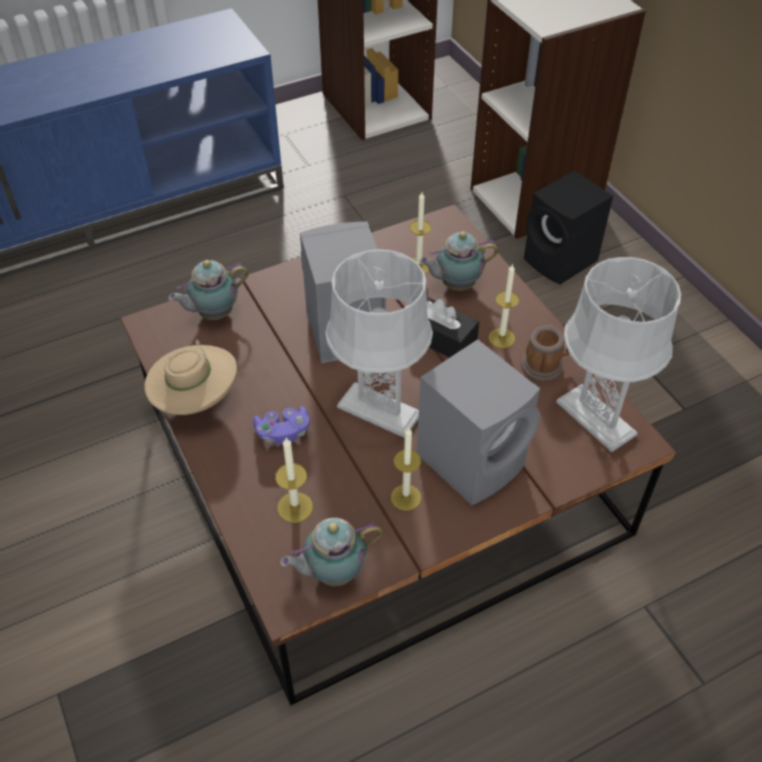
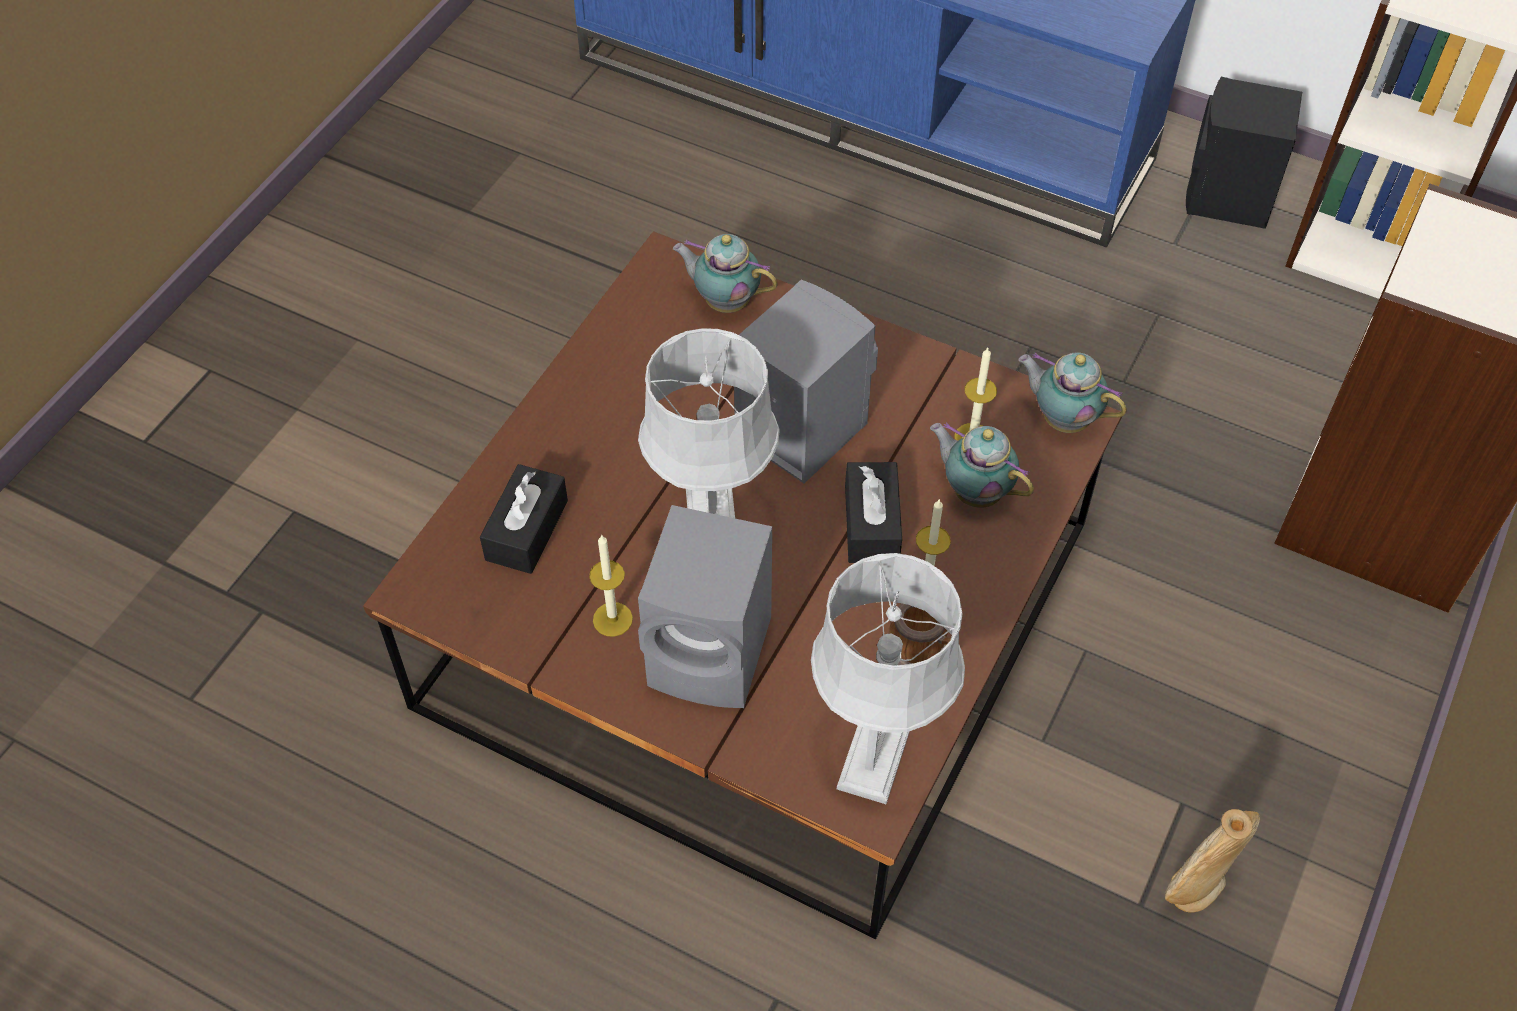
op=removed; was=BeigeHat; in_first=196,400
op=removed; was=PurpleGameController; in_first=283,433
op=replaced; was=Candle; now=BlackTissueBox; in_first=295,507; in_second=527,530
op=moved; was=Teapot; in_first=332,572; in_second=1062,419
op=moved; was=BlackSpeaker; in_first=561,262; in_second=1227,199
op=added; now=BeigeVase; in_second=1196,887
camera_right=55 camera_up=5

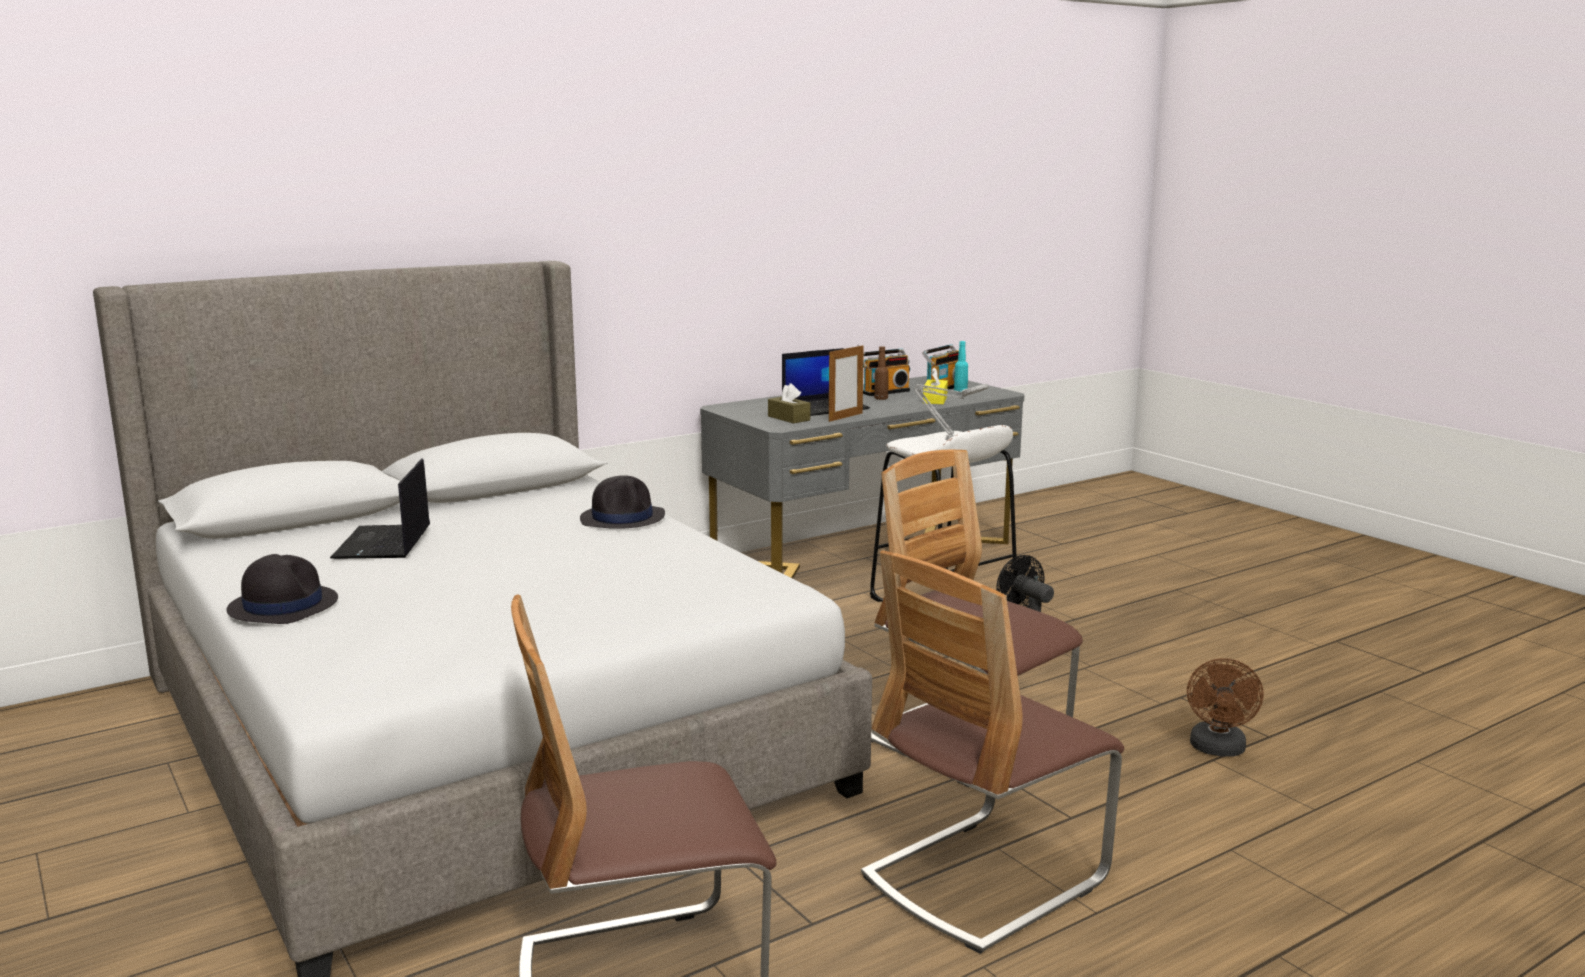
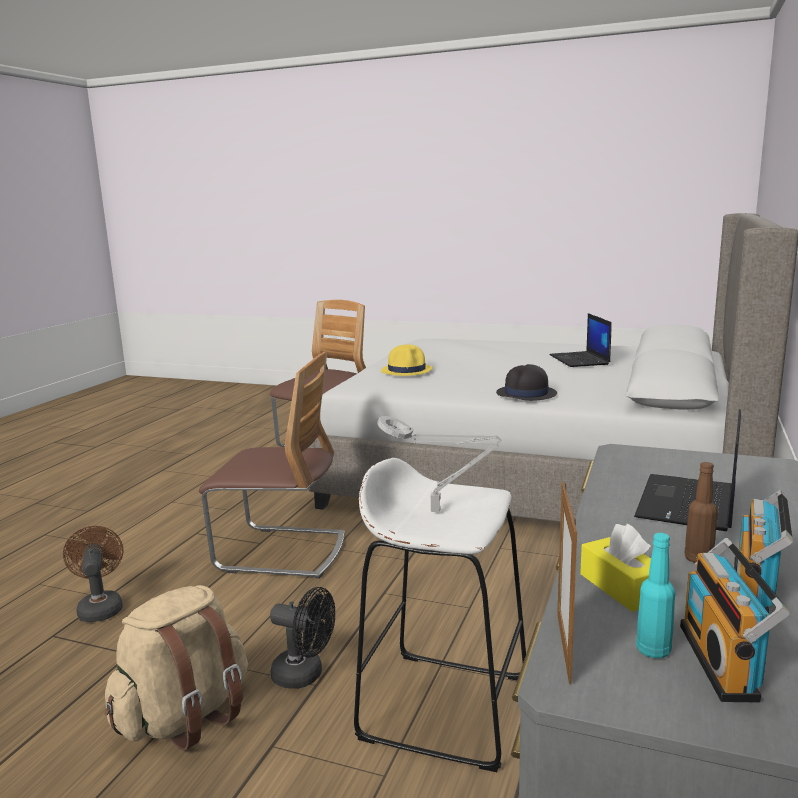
op=removed; was=BlackHat; in_first=283,605
op=turned; was=Laptop; in_first=383,543; in_second=580,360; clockwise=-150
op=removed; was=BrownTissueBox; in_first=789,418
op=moved; was=PictureFrame; in_first=845,417; in_second=564,647
op=removed; was=Chair; in_first=984,879
op=added; now=BeigeBackpack; in_second=185,717
op=added; now=YellowHat; in_second=407,370
camera_right=145 camera_up=0

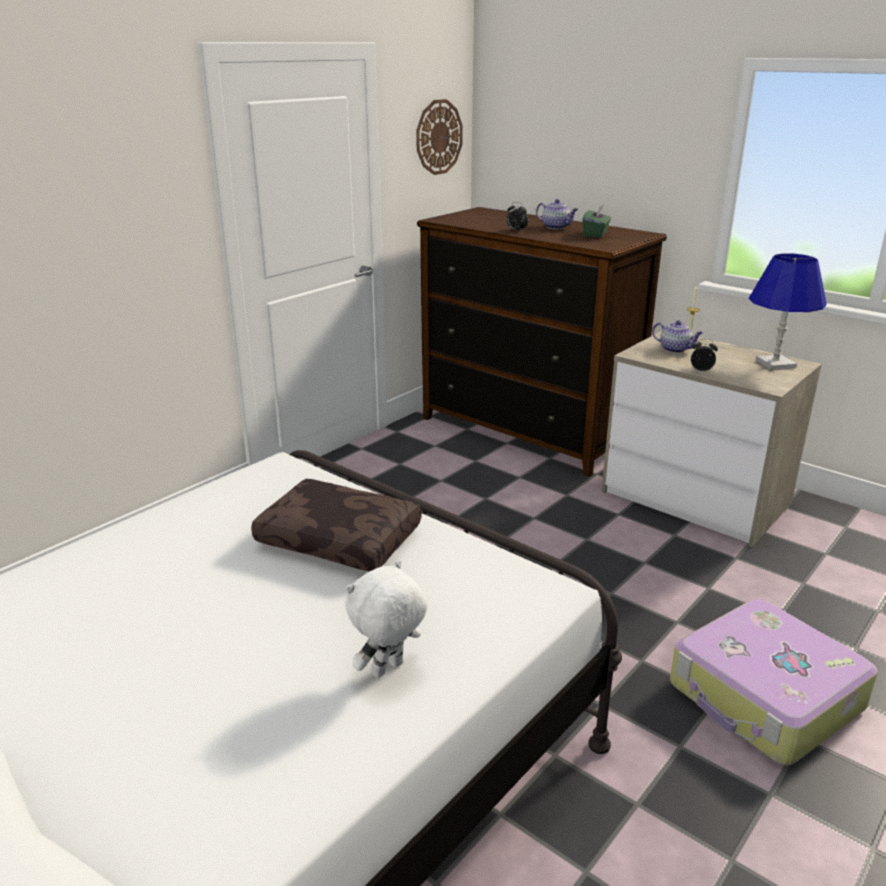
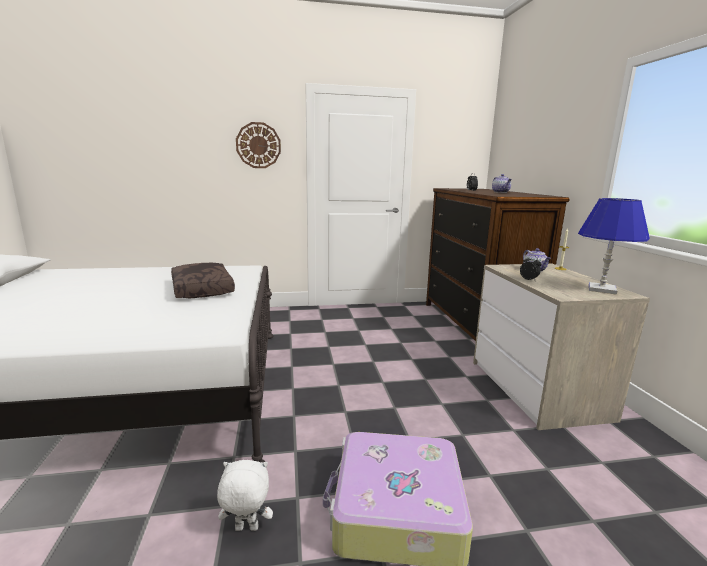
op=moved; was=WhitePlushToy; in_first=388,670; in_second=246,529
op=moved; was=WallClock; in_first=438,137; in_second=258,145
op=removed; was=GreenTissueBox; in_first=595,234
camera_right=40 camera_up=-10

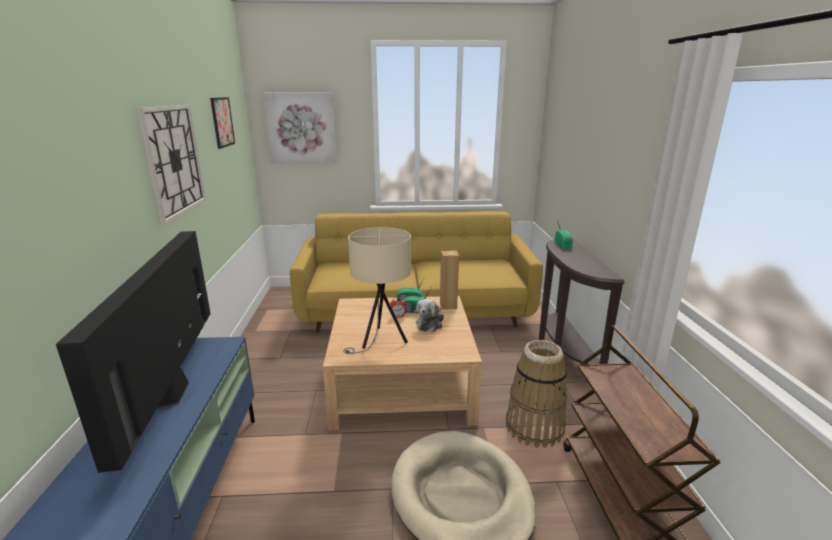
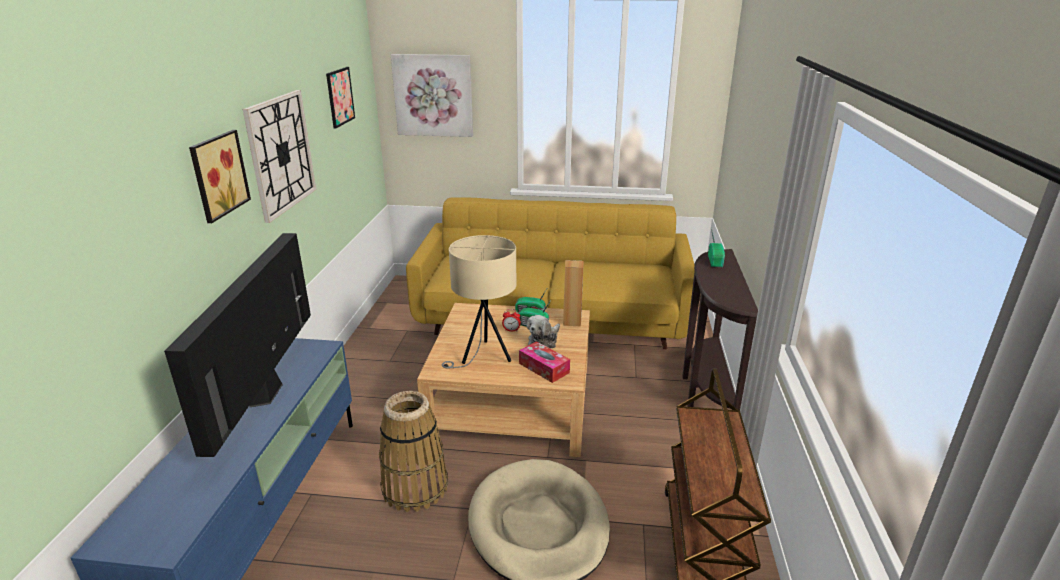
op=moved; was=Basket; in_first=534,427; in_second=415,487
op=added; now=Picture; in_second=217,175
op=added; now=TissueBox; in_second=544,368
camera_right=10 camera_up=5

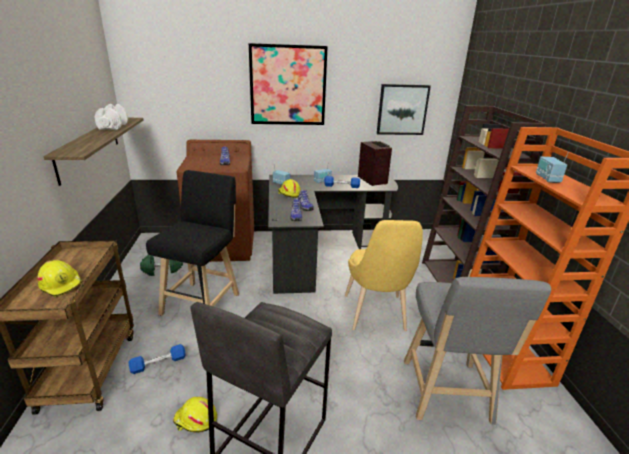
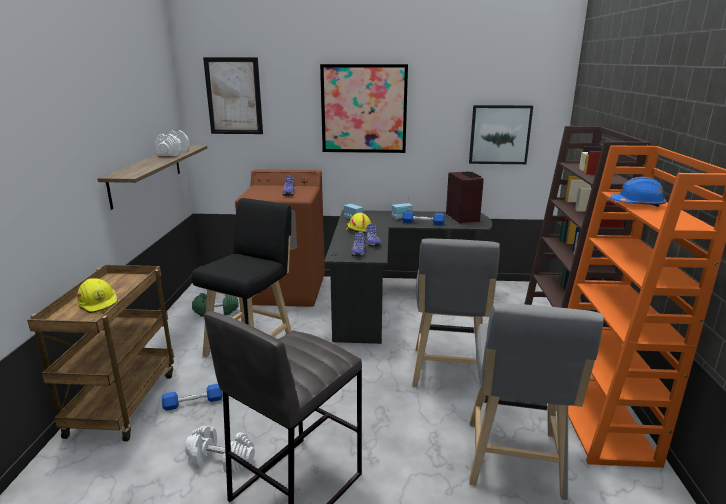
op=replaced; was=YellowHardHat; now=WhiteDumbbell; in_first=195,420; in_second=220,460
op=replaced; was=YellowChair; now=GreyStool; in_first=376,316; in_second=448,373
op=replaced; was=Radio; now=BlueHardHat; in_first=547,179; in_second=637,204
op=added; now=Picture; in_second=234,96
camera_right=10 camera_up=-5

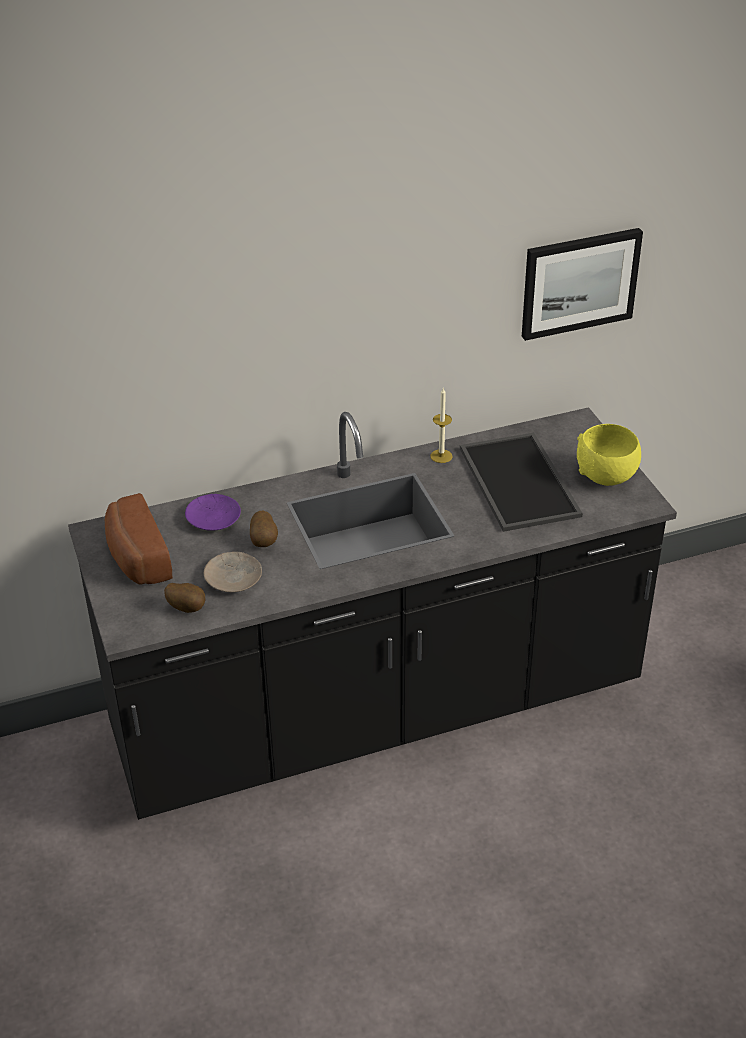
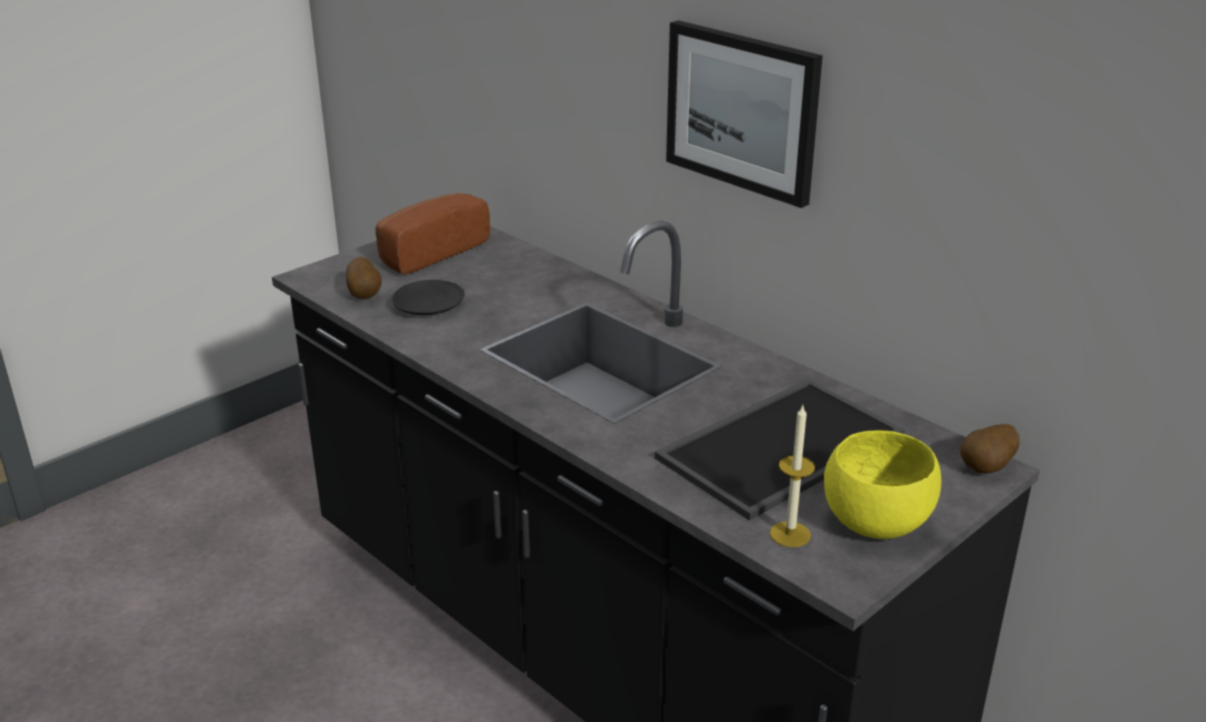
op=removed; was=PurplePlate; in_first=213,518
op=recoloured; was=BeigePlate; now=BlackPlate; in_first=233,577; in_second=430,306
op=moved; was=Potato; in_first=264,541; in_second=987,469
op=moved; was=Candle; in_first=441,456; in_second=790,534
op=moved; was=Picture; in_first=579,282; in_second=742,111
camera_right=65 camera_up=-10

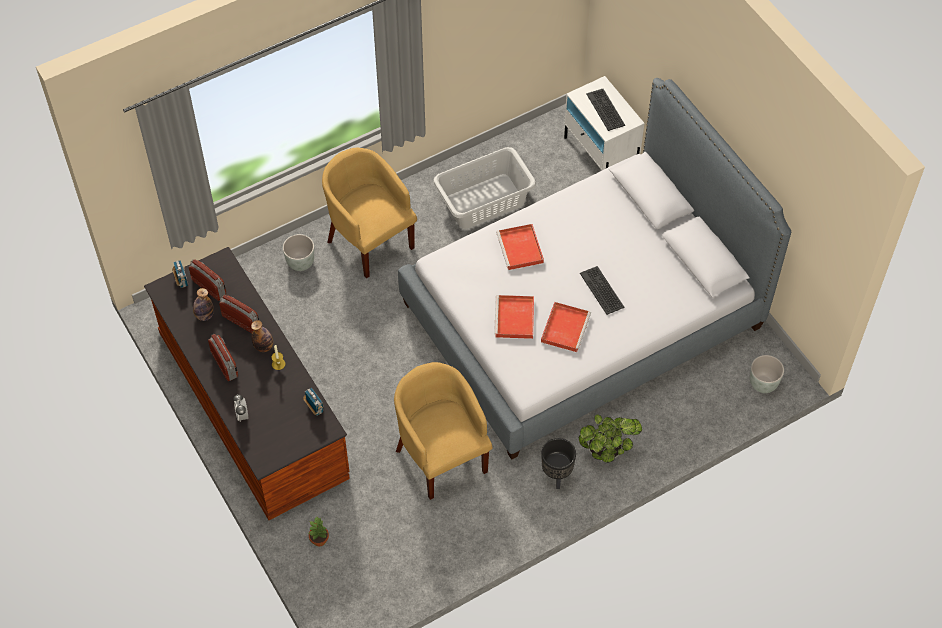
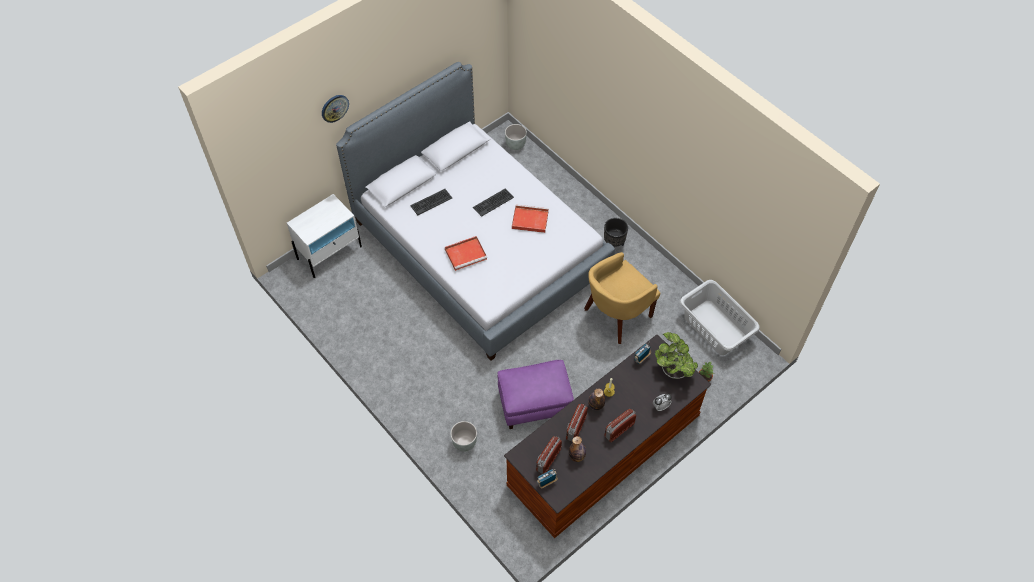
op=removed; was=YellowArmchair; in_first=369,240
op=moved; was=GreyLaundryBasket; in_first=483,201; in_second=715,328
op=removed; was=RedTray; in_first=515,319
op=moved; was=PottedPlant; in_first=607,450; in_second=673,369
op=moved; was=Keyboard; in_first=606,109; in_second=431,202
op=added; now=WallClock; in_second=334,108
op=added; now=PurpleOttoman; in_second=534,404
camera_right=-100 camera_up=0

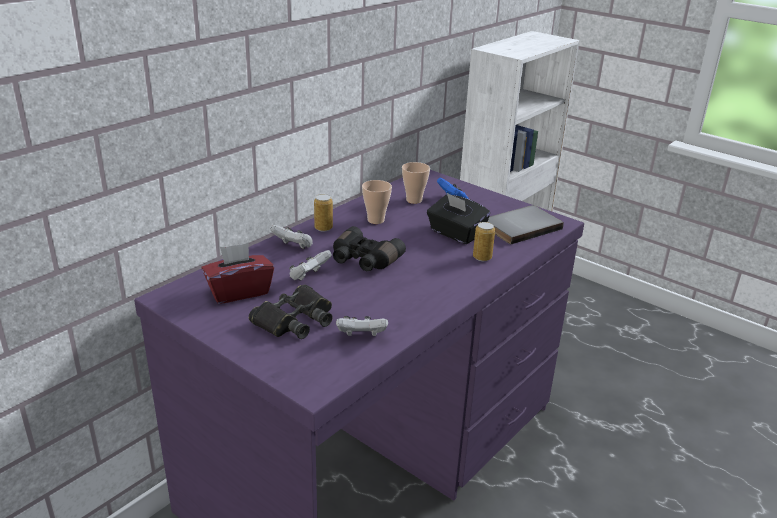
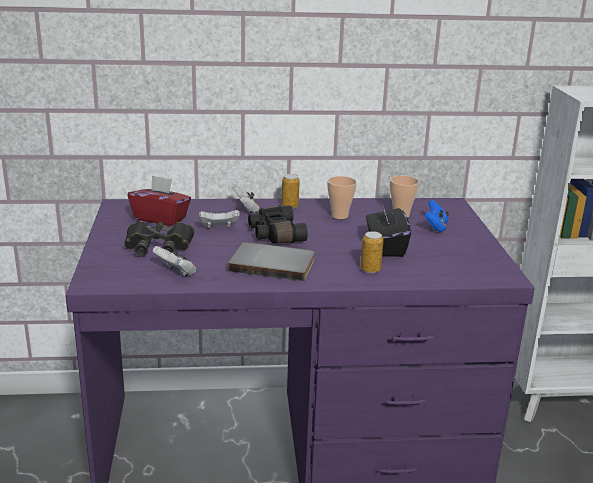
op=moved; was=GreyBook; in_first=520,226; in_second=273,264
camera_right=45 camera_up=-5

